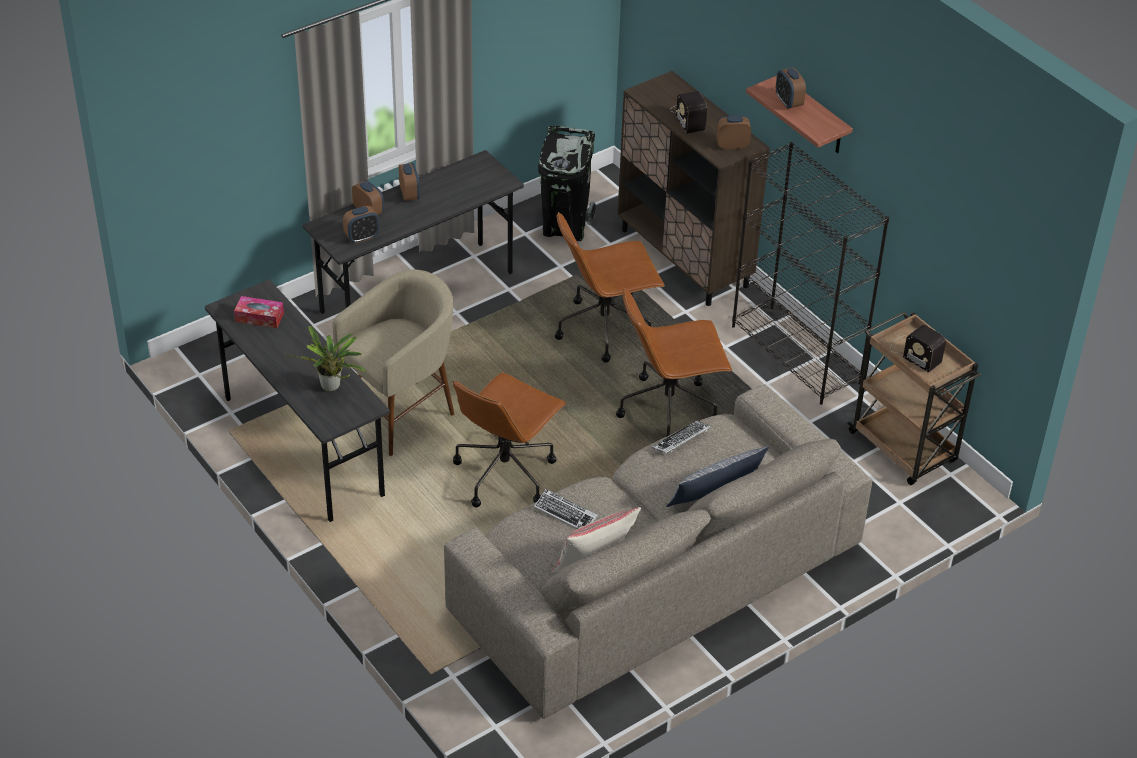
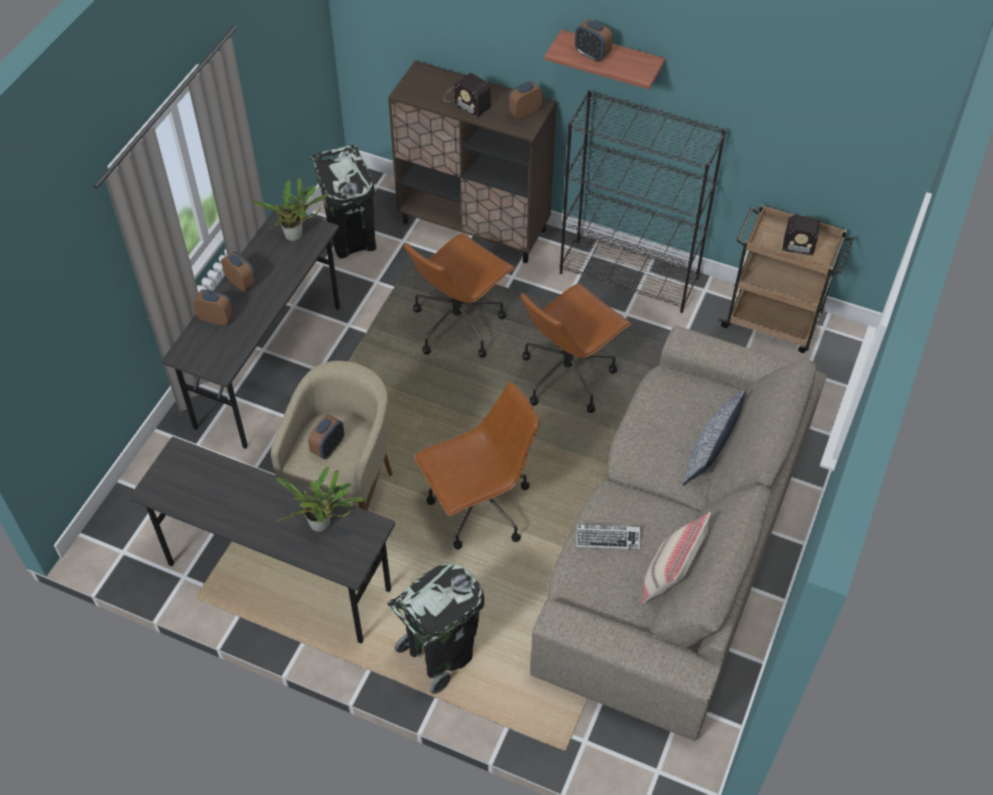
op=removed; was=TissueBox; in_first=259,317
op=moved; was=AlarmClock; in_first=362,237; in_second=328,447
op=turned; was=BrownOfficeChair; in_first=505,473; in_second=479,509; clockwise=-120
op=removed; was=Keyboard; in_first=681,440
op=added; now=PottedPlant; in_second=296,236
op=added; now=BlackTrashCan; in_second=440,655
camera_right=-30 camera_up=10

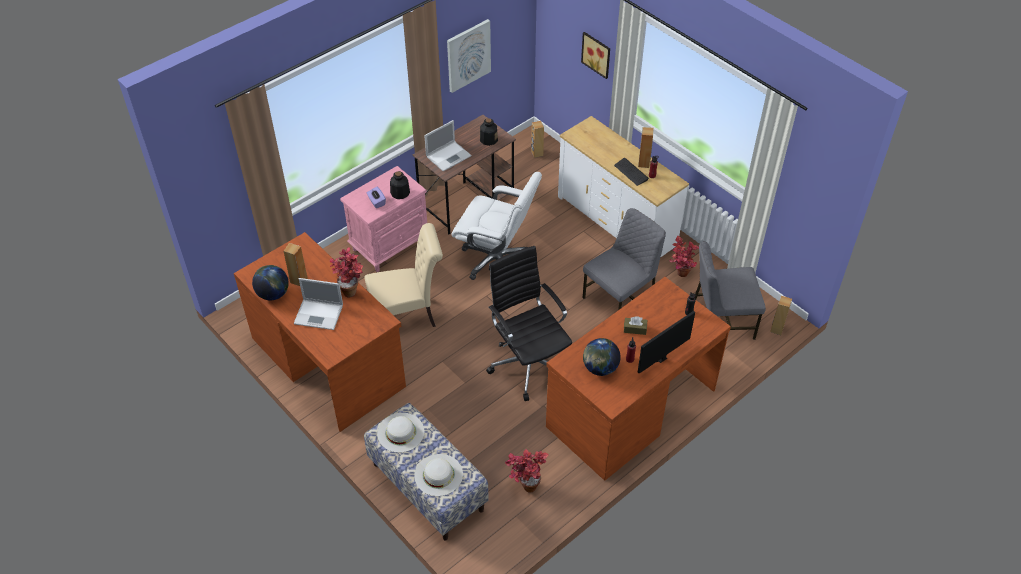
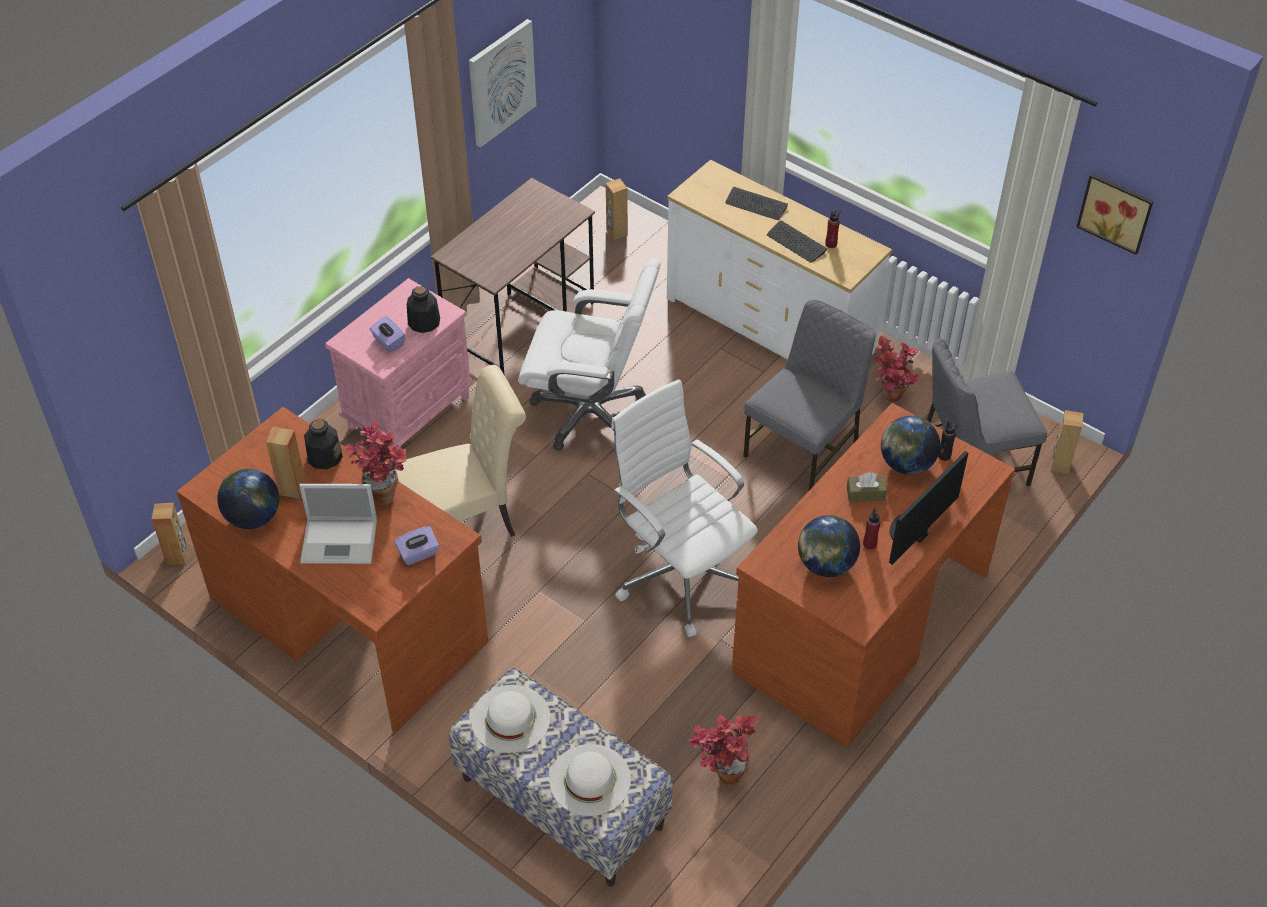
op=removed; was=Laptop; in_first=449,156
op=moved; was=Bottle; in_first=488,139; in_second=324,456
op=recoloured; was=BlackOfficeChair; now=WhiteOfficeChair; in_first=529,363; in_second=681,574
op=moved; was=Picture; in_first=597,54; in_second=1116,211
op=moved; was=BrownSpeaker; in_first=644,163; in_second=178,556
op=added; now=PurpleTissueBox; in_second=418,554
op=added; now=Keyboard; in_second=756,205
op=added; now=Globe; in_second=906,464
camera_right=-10 camera_up=0

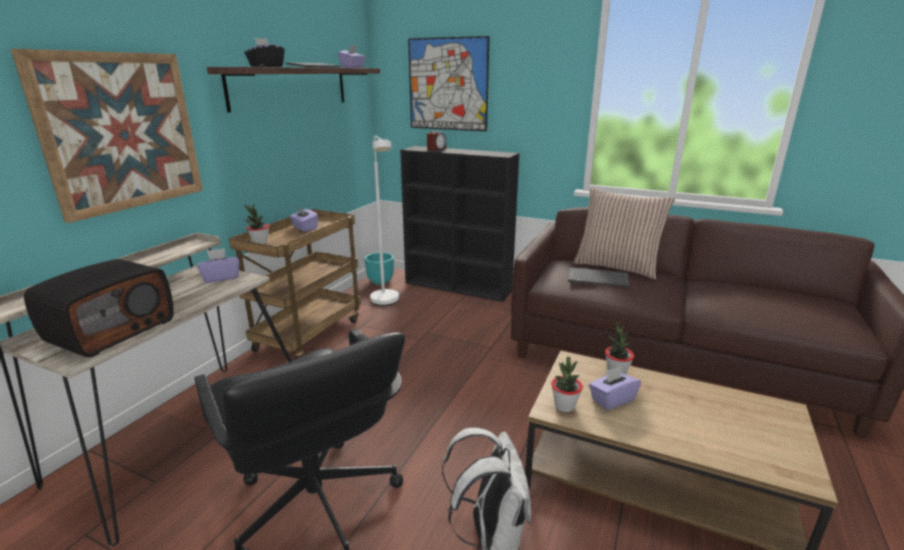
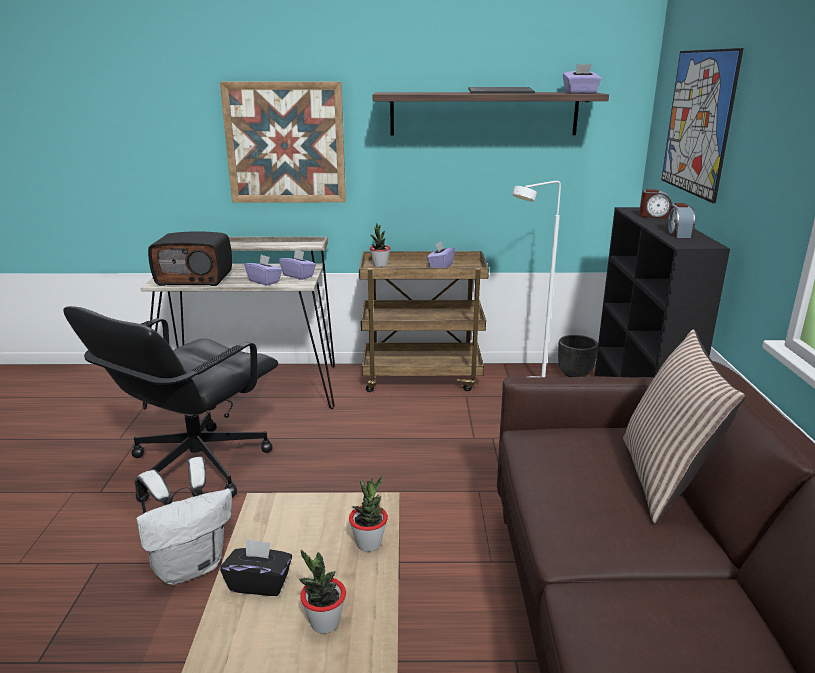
op=moved; was=BlackTissueBox; in_first=266,66; in_second=259,583
op=recoloured; was=TurquoisePlanter; now=BlackPlanter; in_first=380,281; in_second=575,374
op=moved; was=PottedPlant; in_first=564,406; in_second=324,623
op=removed; was=Keyboard; in_first=598,278
op=moved; was=PurpleTissueBox; in_first=612,399; in_second=264,281
op=added; now=AlarmClock; in_second=678,234
camera_right=65 camera_up=0

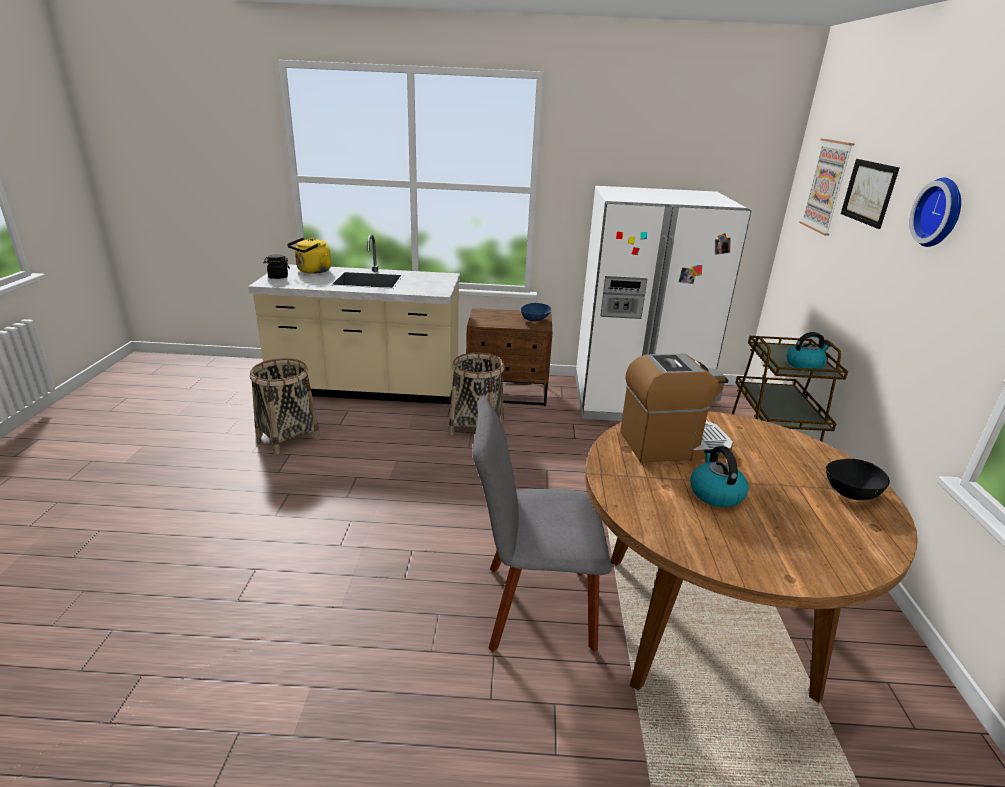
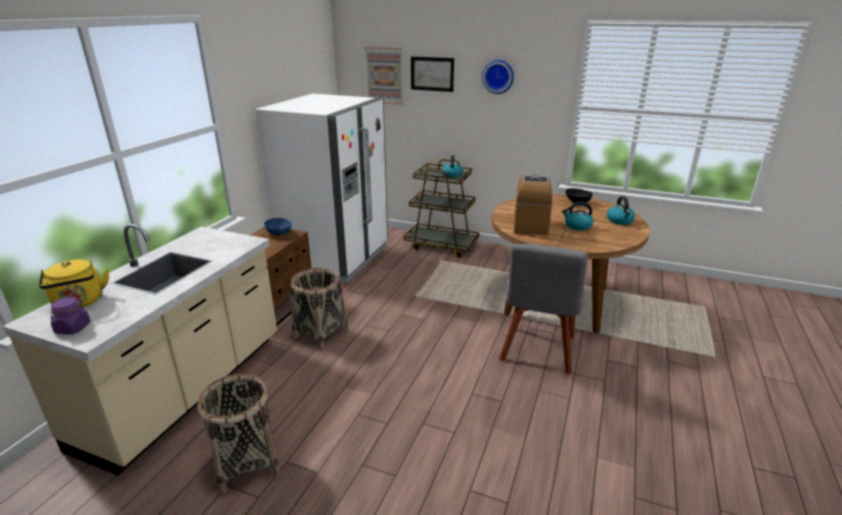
op=recoloured; was=BlackJar; now=PurpleJar; in_first=278,277; in_second=73,328
op=added; now=Kettle; in_second=620,221
camera_right=-70 camera_up=0

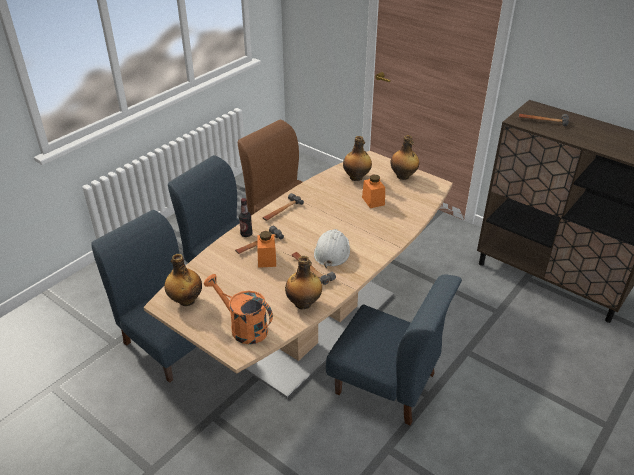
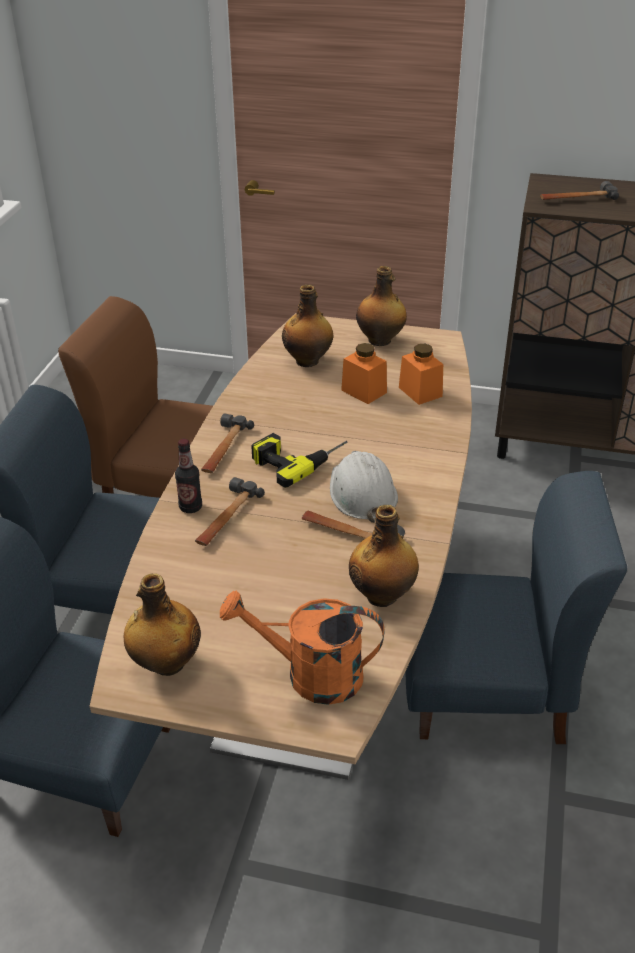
op=moved; was=OrangeJar; in_first=267,259; in_second=420,392
op=added; now=PowerDrill; in_second=298,458
camera_right=-25 camera_up=0

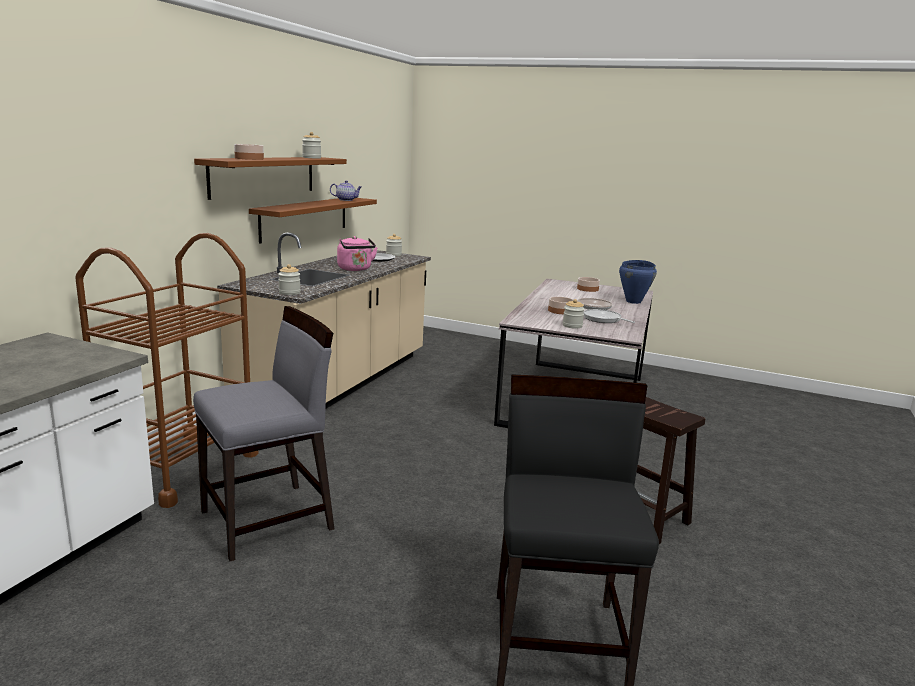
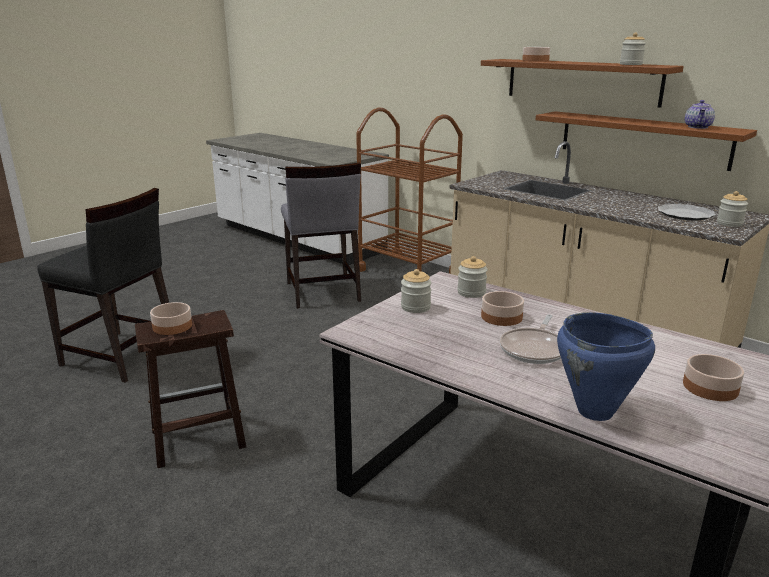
op=moved; was=Jar; in_first=289,293; in_second=471,292
op=removed; was=PinkKettle; in_first=355,269
op=removed; was=FryingPan; in_first=603,319
op=added; now=Bowl; in_second=172,326
camera_right=110 camera_up=5

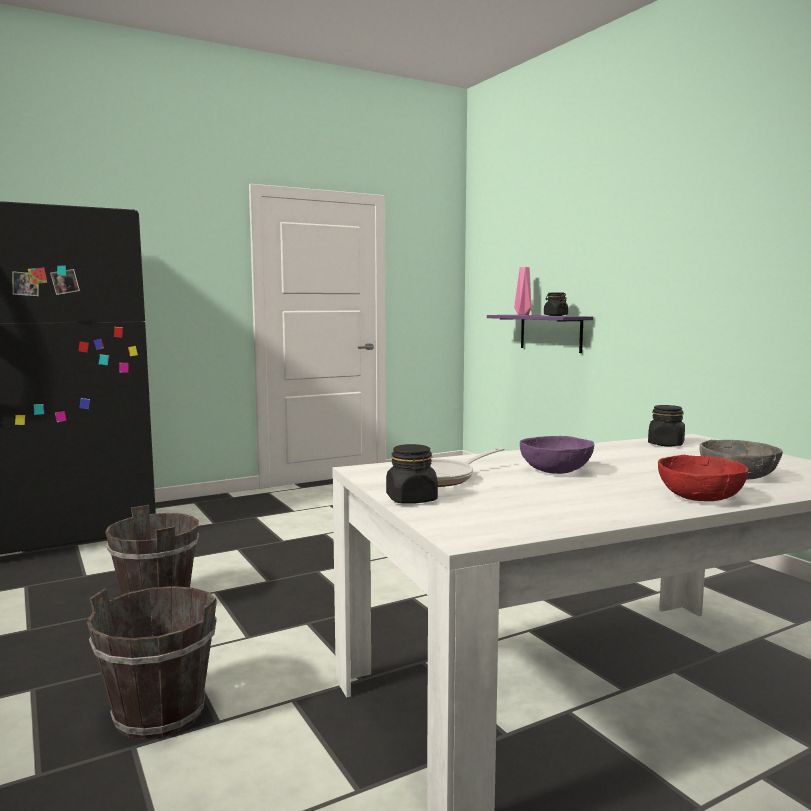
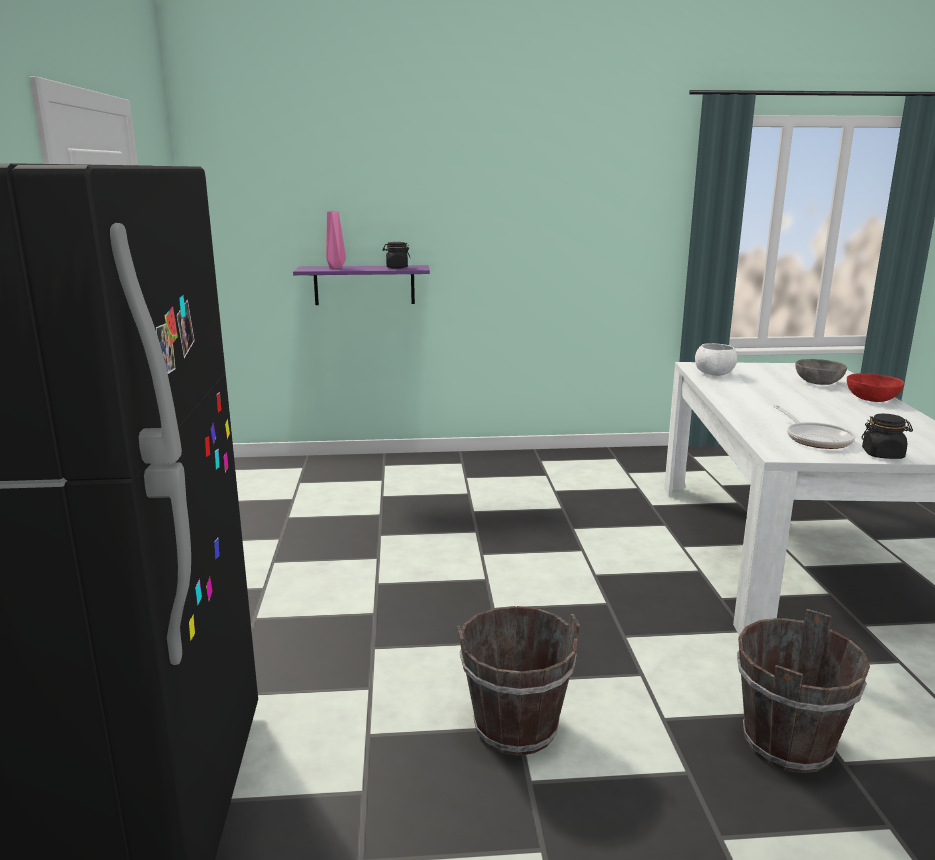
op=removed; was=PurpleBowl; in_first=556,471
op=replaced; was=BlackJar; now=WhiteBowl; in_first=666,444; in_second=713,374
camera_right=-65 camera_up=10

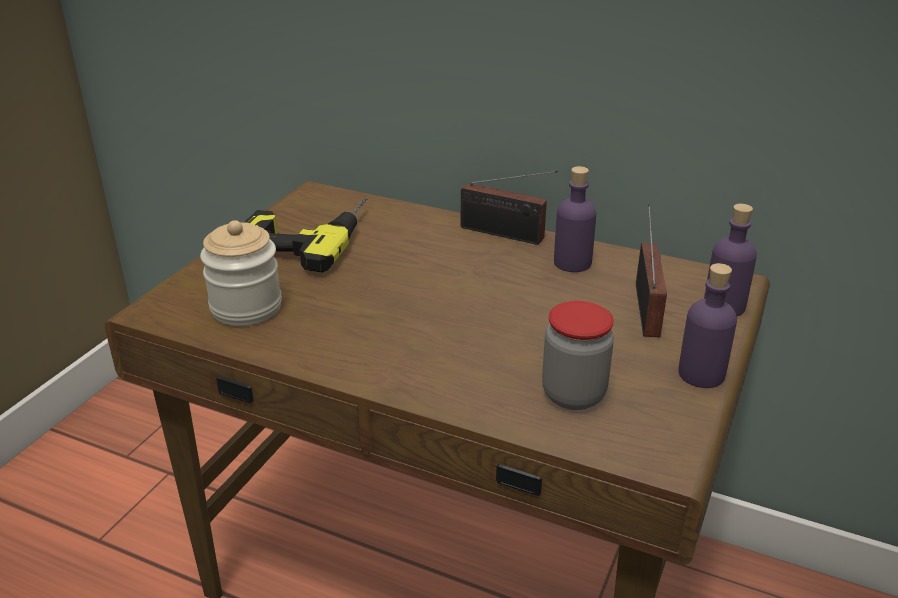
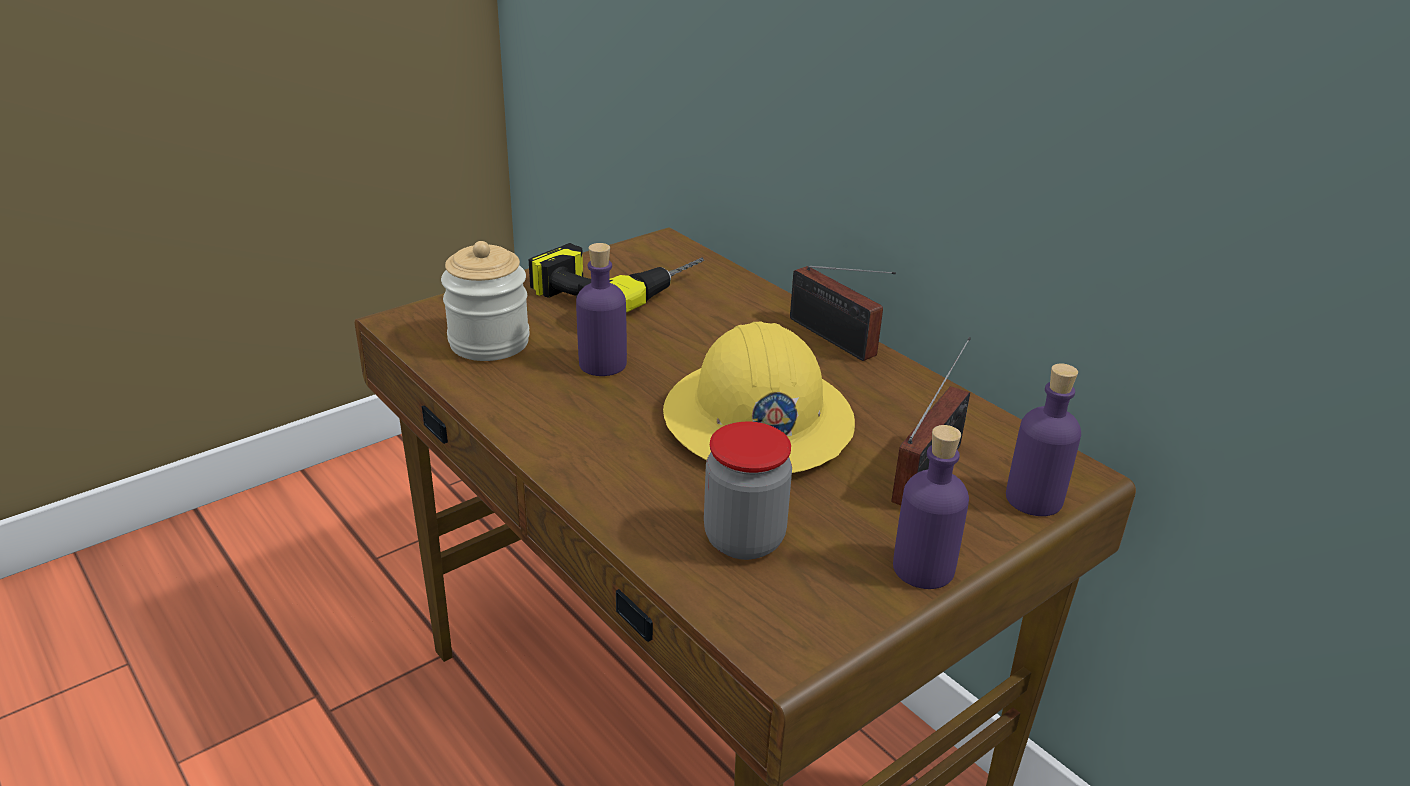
op=moved; was=PurpleBottle; in_first=572,263; in_second=602,364
op=added; now=YellowHardHat; in_second=756,420
camera_right=25 camera_up=0

